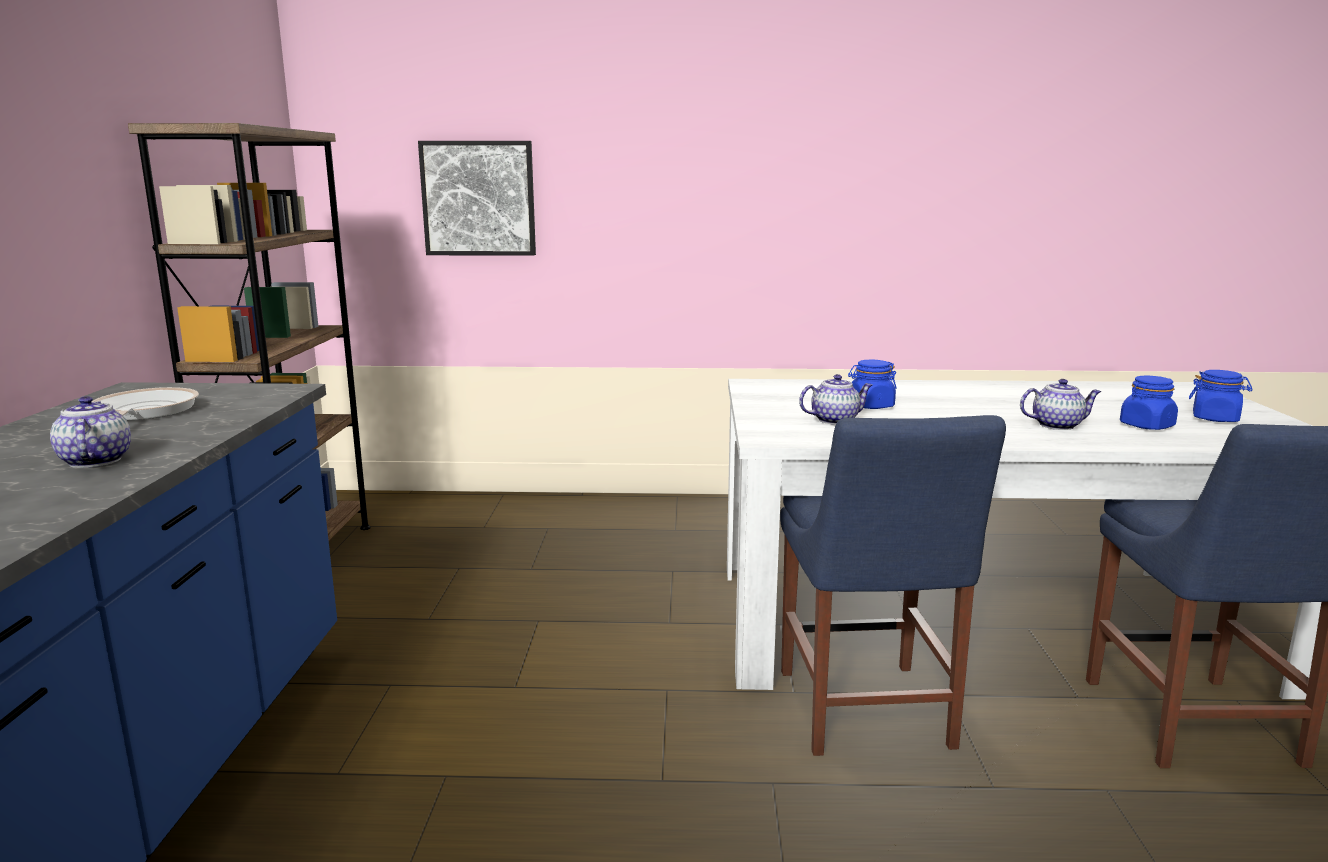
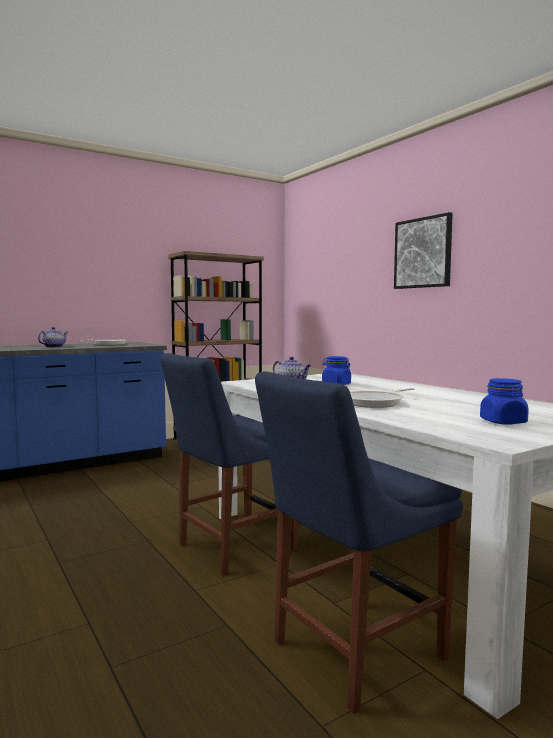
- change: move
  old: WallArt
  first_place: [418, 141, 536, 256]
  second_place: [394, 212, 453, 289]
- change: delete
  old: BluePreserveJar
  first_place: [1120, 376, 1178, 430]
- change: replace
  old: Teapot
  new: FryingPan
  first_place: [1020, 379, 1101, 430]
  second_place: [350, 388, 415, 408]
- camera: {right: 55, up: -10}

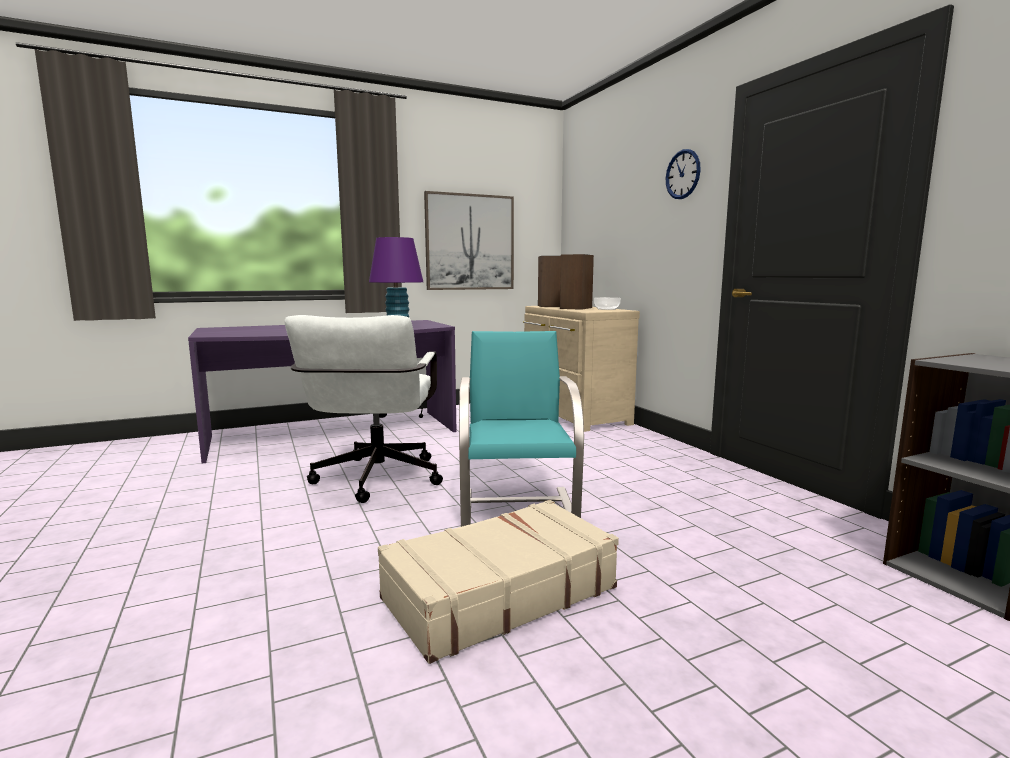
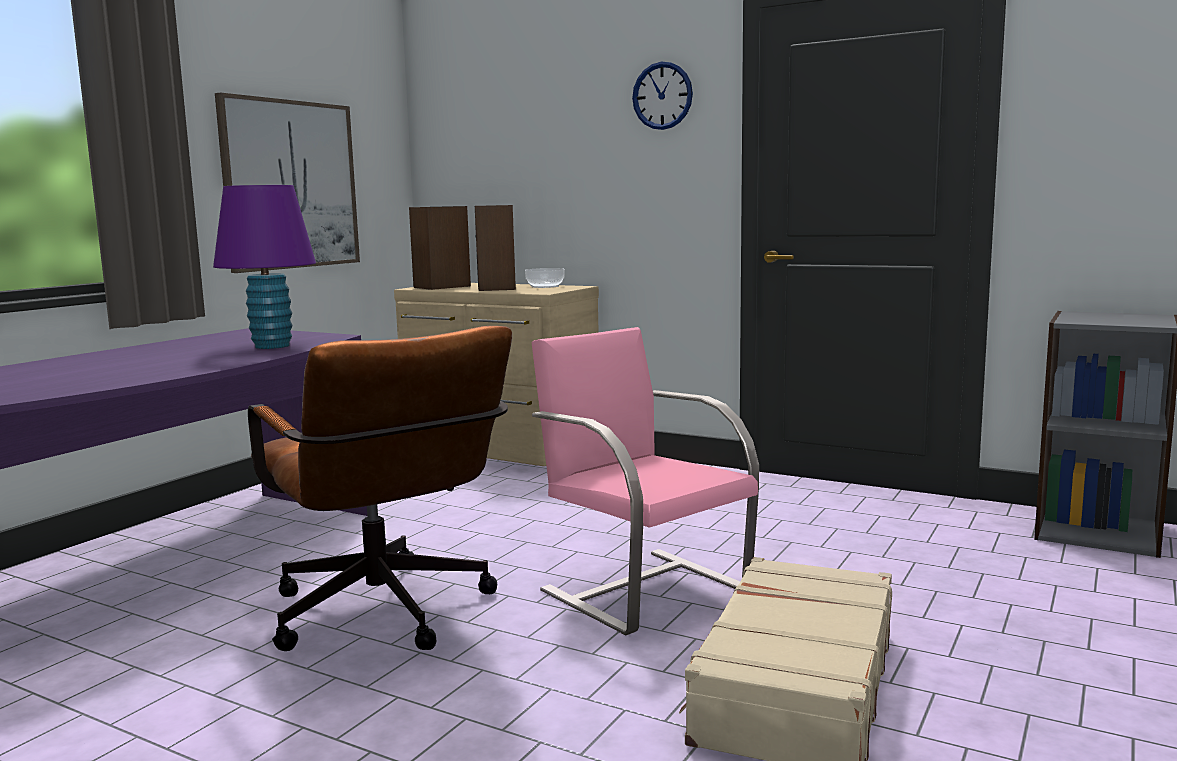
- change: recolor
  old: WhiteColouredDeskChair
  new: BrownDeskChair
  first_place: [284, 315, 443, 503]
  second_place: [248, 326, 512, 651]
- change: recolor
  old: TurquoiseColouredPlainChair
  new: PinkishPlainChair
  first_place: [459, 331, 584, 527]
  second_place: [531, 327, 759, 635]
- camera: {right: -35, up: 0}

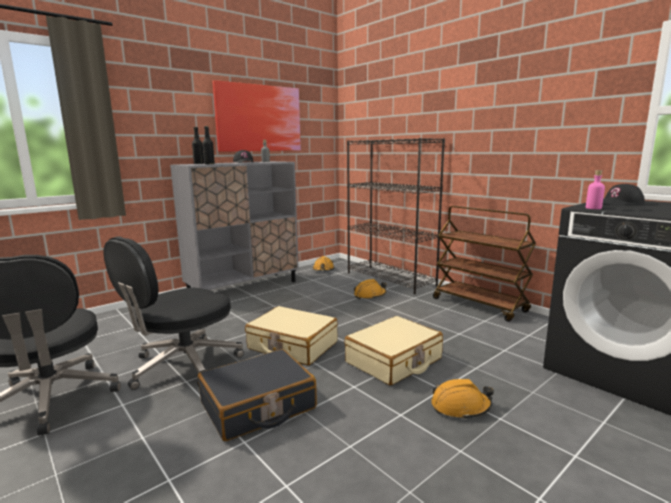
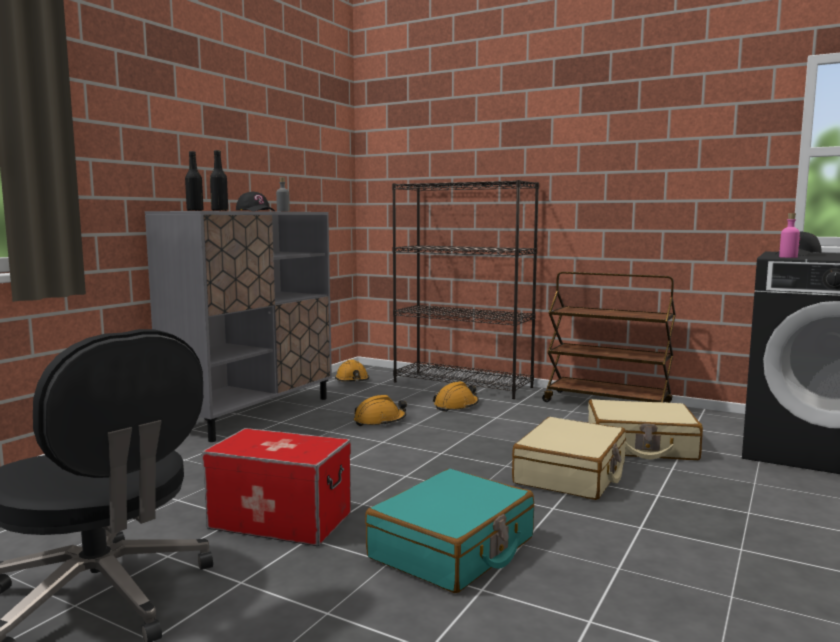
- change: delete
  old: WallArt
  first_place: [212, 80, 301, 152]
- change: replace
  old: BlackDeskChair
  new: StorageBin
  first_place: [104, 237, 244, 390]
  second_place: [202, 428, 351, 546]
- change: move
  old: BeigePieceOfLuggage
  first_place: [245, 306, 338, 366]
  second_place: [588, 399, 703, 460]
- change: recolor
  old: BlackPieceOfLuggage
  new: TurquoiseColouredPieceOfLuggage
  first_place: [198, 349, 317, 441]
  second_place: [365, 469, 534, 593]
- change: move
  old: OrangeHardHat
  first_place: [431, 379, 494, 420]
  second_place: [354, 395, 407, 426]
- camera: {right: -20, up: -5}

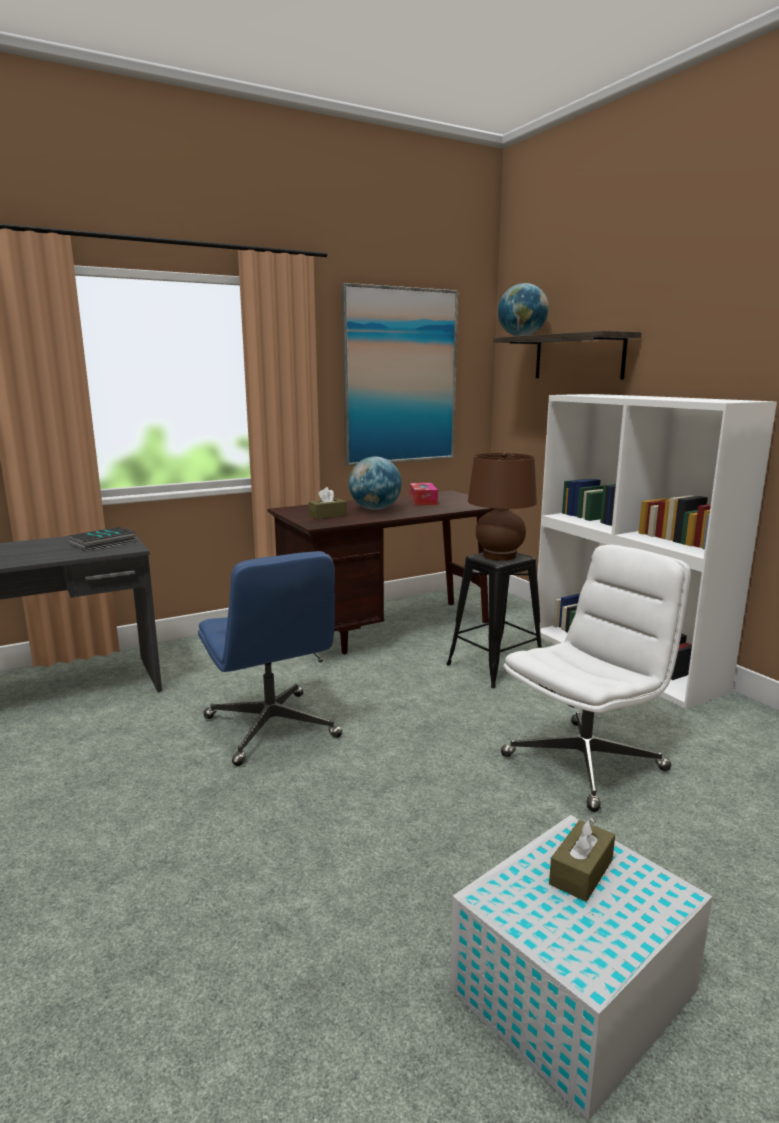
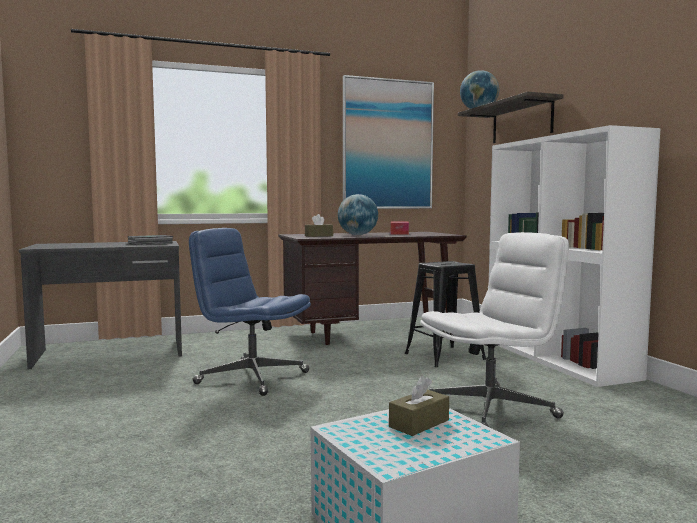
- change: delete
  old: BrownTableLamp
  first_place: [468, 452, 537, 561]
- change: rotate
  old: BlueDeskChair
  first_place: [198, 551, 342, 766]
  second_place: [189, 228, 311, 396]
  degrees: 135
- camera: {right: 10, up: -10}

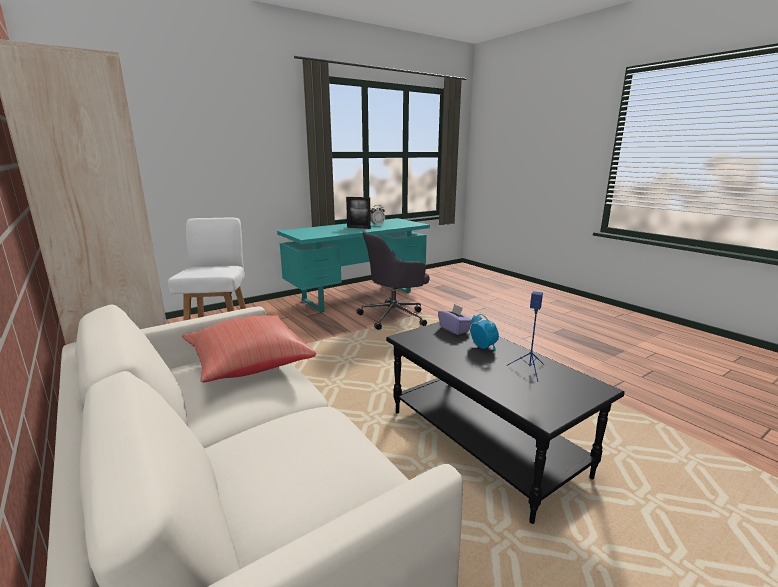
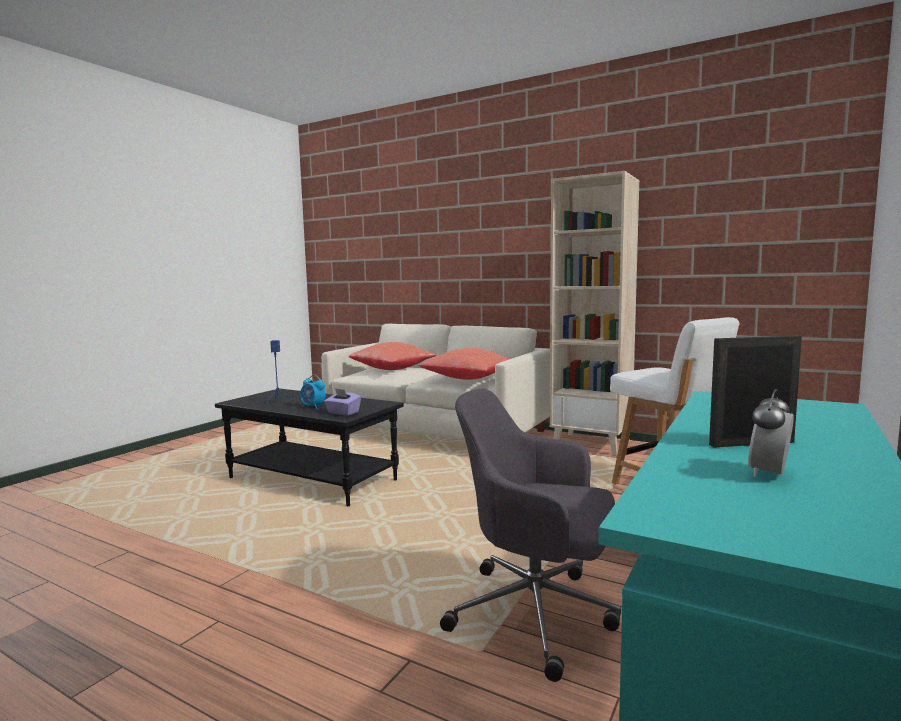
- change: rotate
  old: GrayDeskChair
  first_place: [357, 231, 430, 330]
  second_place: [440, 389, 621, 682]
  degrees: -105
- change: insert
  new: ReddishThrowPillow
  second_place: [349, 342, 437, 370]
- camera: {right: 155, up: -10}

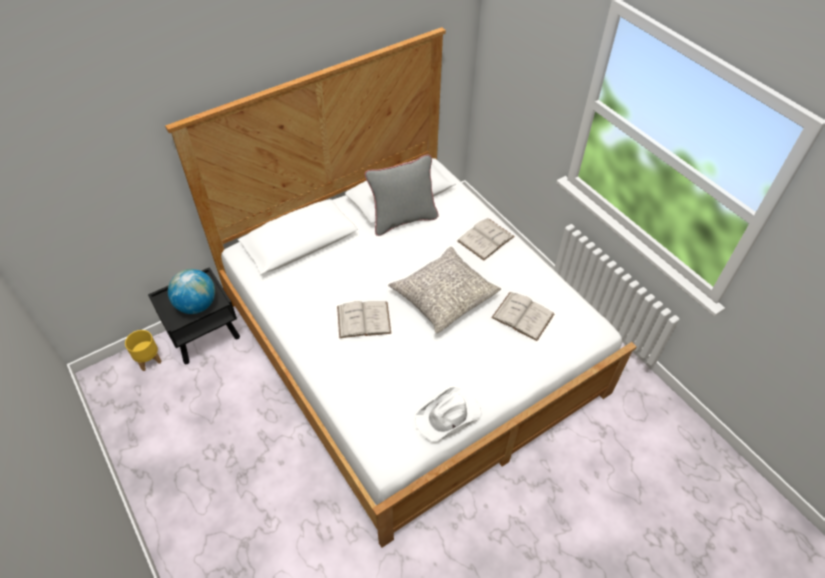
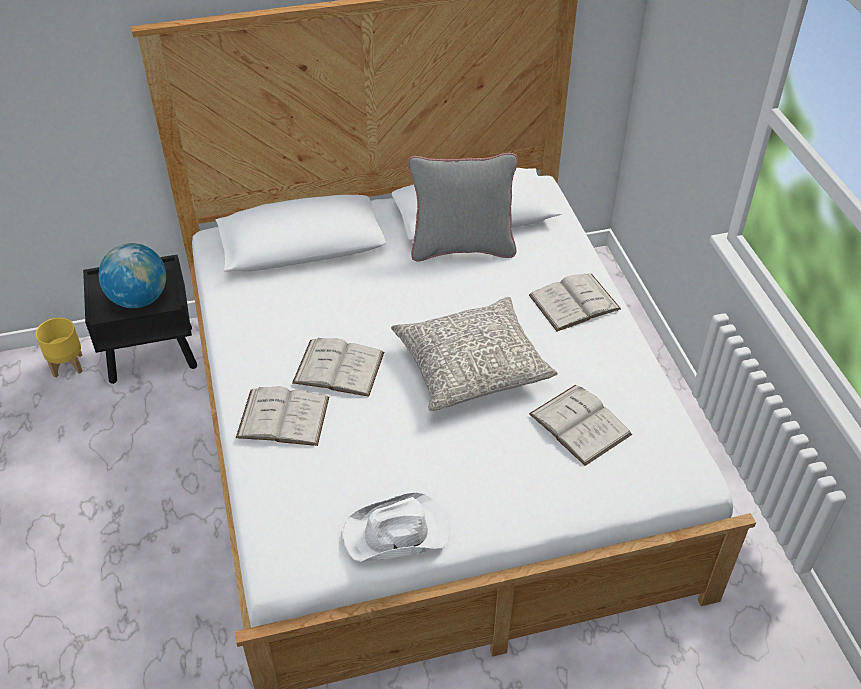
- change: insert
  new: WhiteColouredVolume
  second_place: [236, 387, 329, 446]
- camera: {right: 20, up: -5}

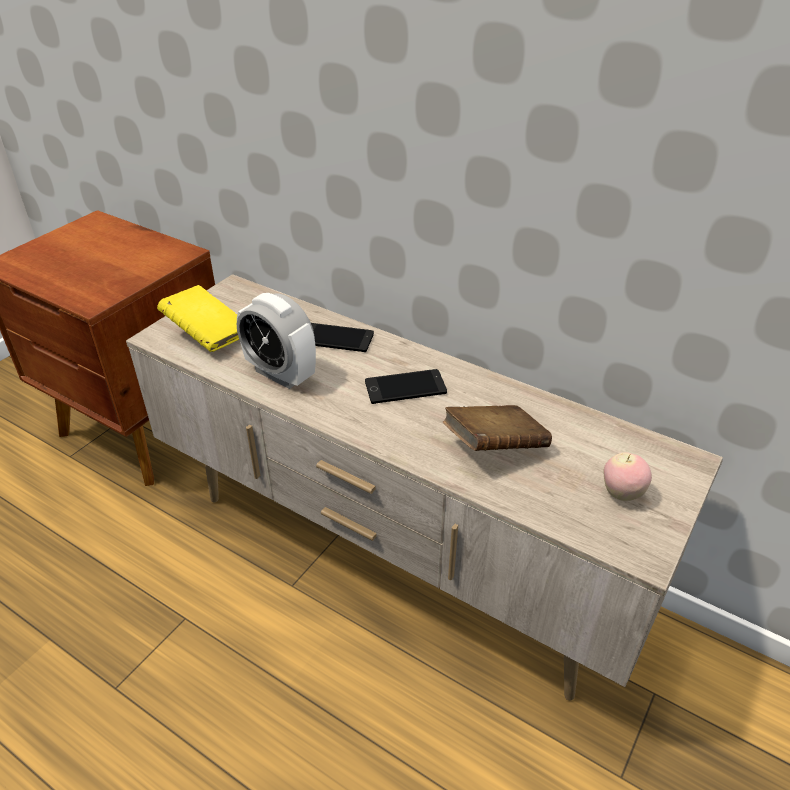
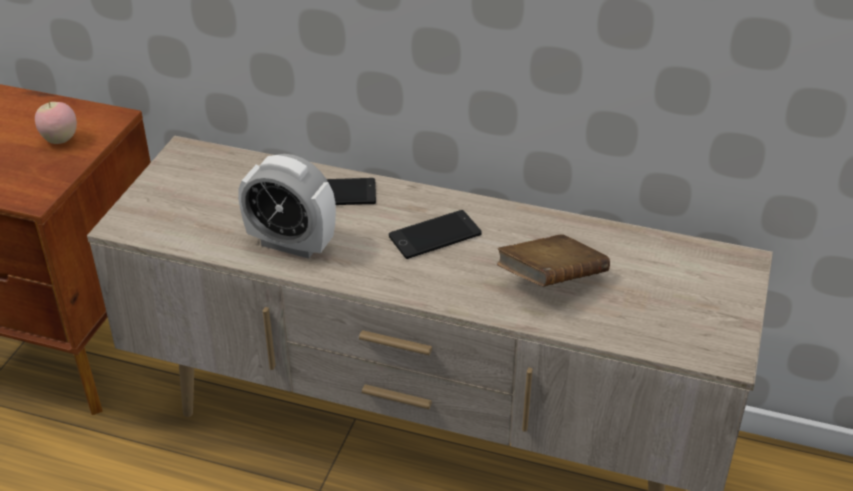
- change: delete
  old: YellowishVolume
  first_place: [157, 285, 239, 352]
- change: move
  old: WholeApple
  first_place: [603, 452, 652, 501]
  second_place: [35, 100, 77, 144]
- camera: {right: -15, up: 0}

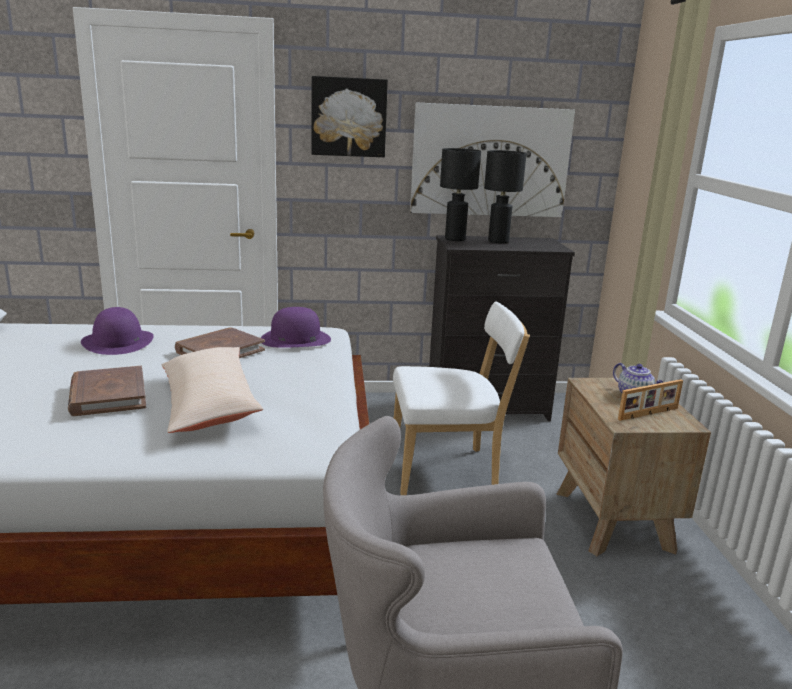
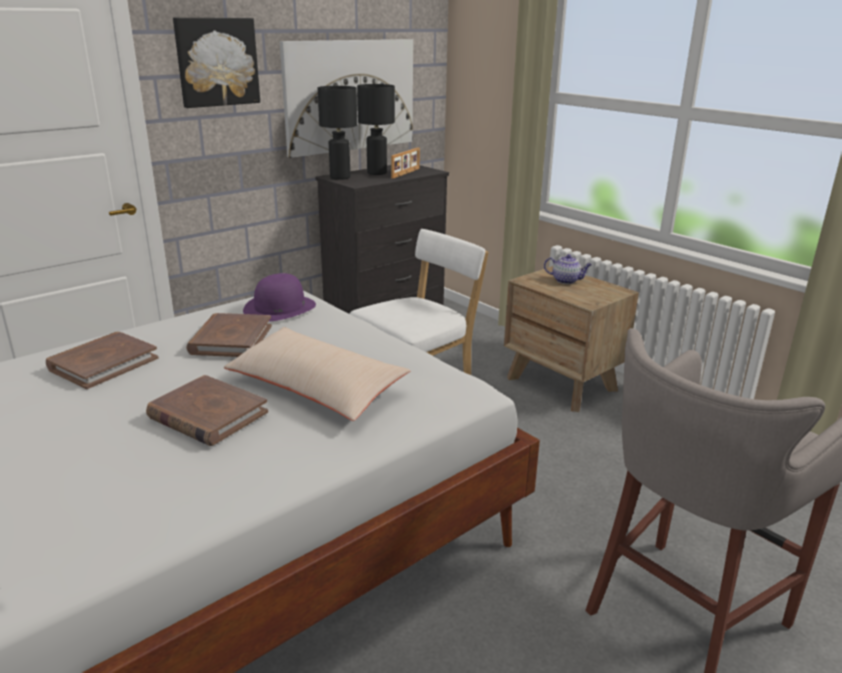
- change: replace
  old: PurpleWearableHat
  new: BrownVolume
  first_place: [81, 307, 154, 355]
  second_place: [46, 332, 159, 389]
- change: move
  old: StandingFrame
  first_place: [618, 379, 683, 421]
  second_place: [391, 147, 420, 178]
- camera: {right: -35, up: 5}

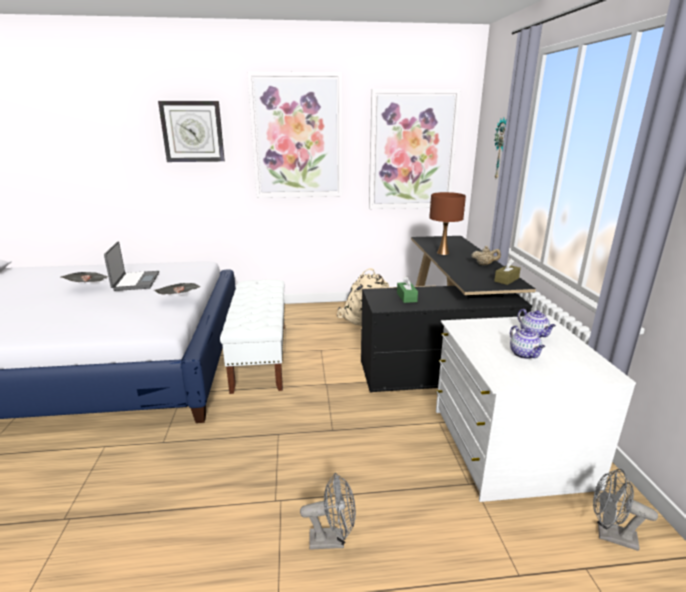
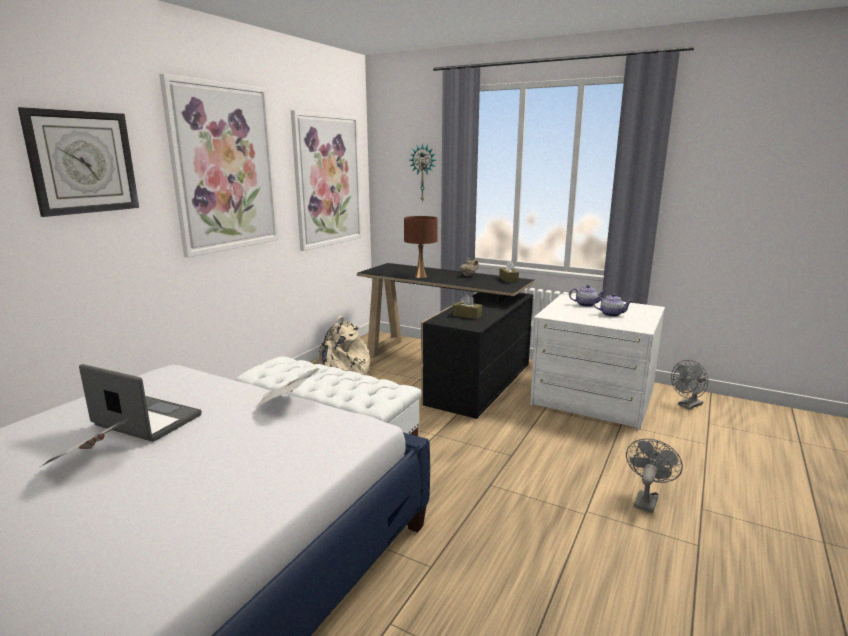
- change: recolor
  old: GreenishTissueBox
  new: BrownTissueBox
  first_place: [397, 276, 418, 303]
  second_place: [453, 294, 482, 319]
- camera: {right: -55, up: -5}

